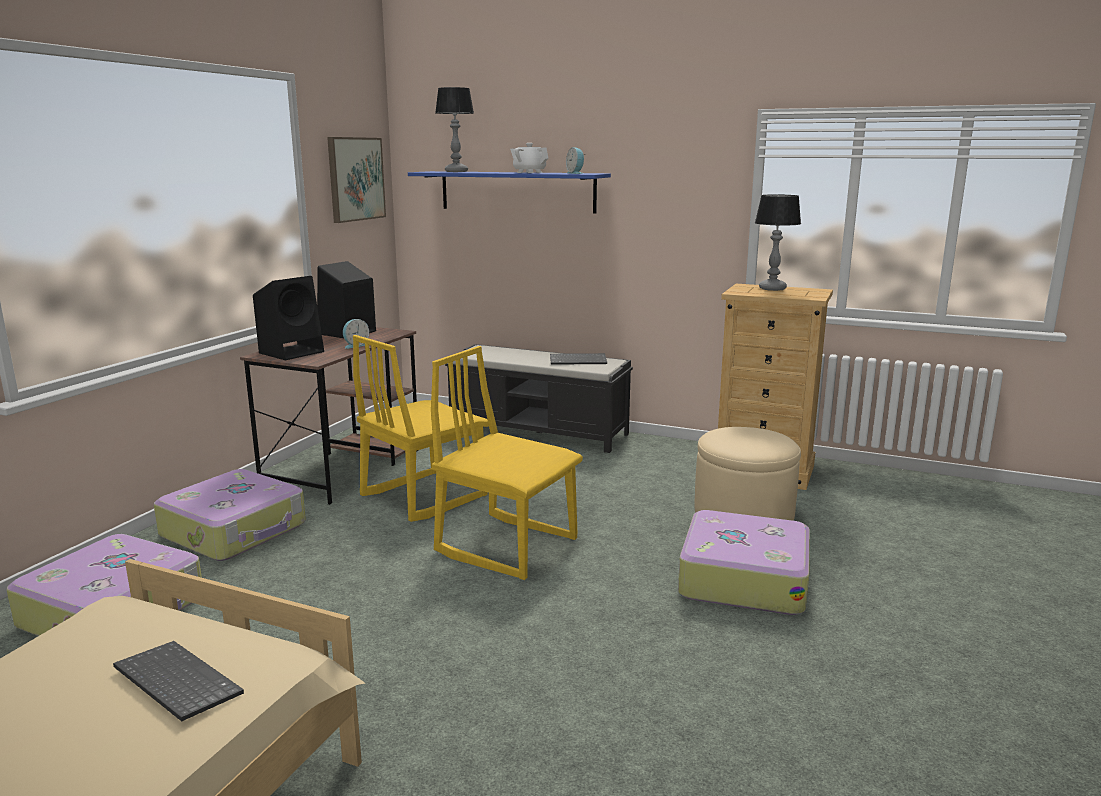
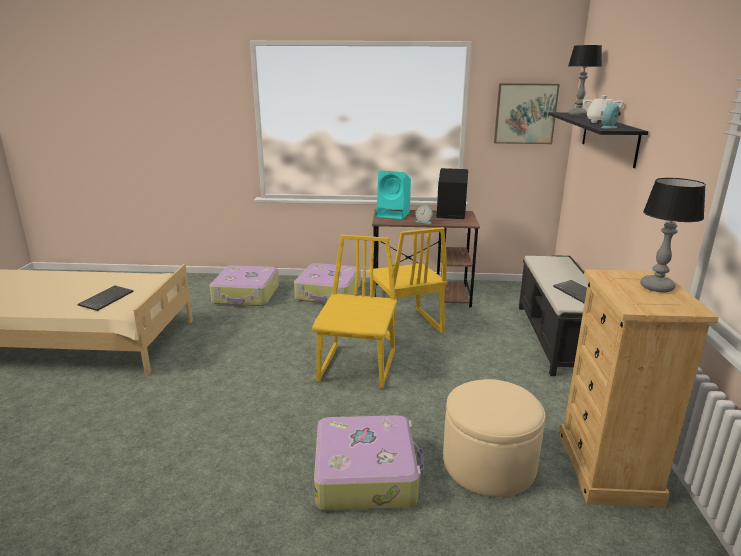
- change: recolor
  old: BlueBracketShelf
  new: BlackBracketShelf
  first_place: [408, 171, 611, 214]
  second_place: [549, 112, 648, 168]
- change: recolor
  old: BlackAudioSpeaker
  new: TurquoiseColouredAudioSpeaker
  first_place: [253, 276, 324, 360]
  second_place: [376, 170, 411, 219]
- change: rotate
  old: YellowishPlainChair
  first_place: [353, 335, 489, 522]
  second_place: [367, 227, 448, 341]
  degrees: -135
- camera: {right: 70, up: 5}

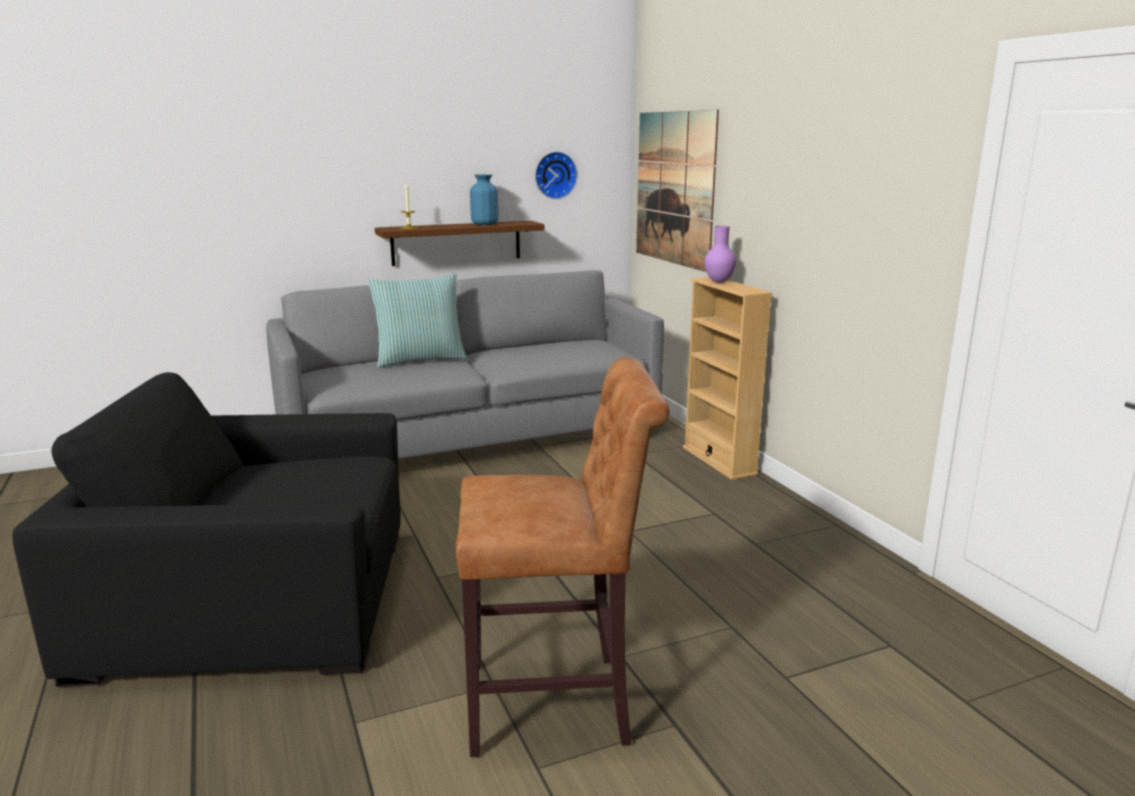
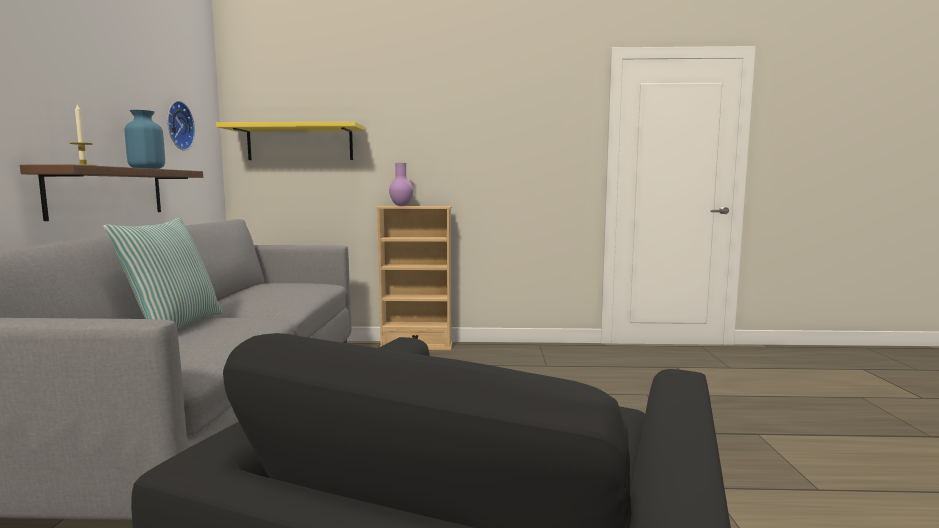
- change: replace
  old: WallArt
  new: YellowishBracketShelf
  first_place: [636, 110, 719, 272]
  second_place: [216, 122, 365, 160]
- change: delete
  old: BrownSittingStool
  first_place: [456, 357, 670, 757]
- camera: {right: -65, up: -10}

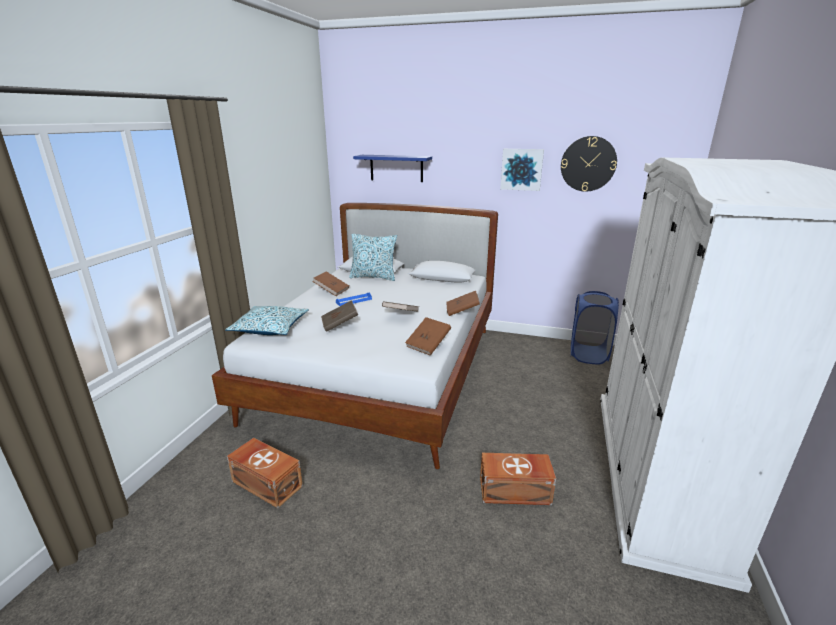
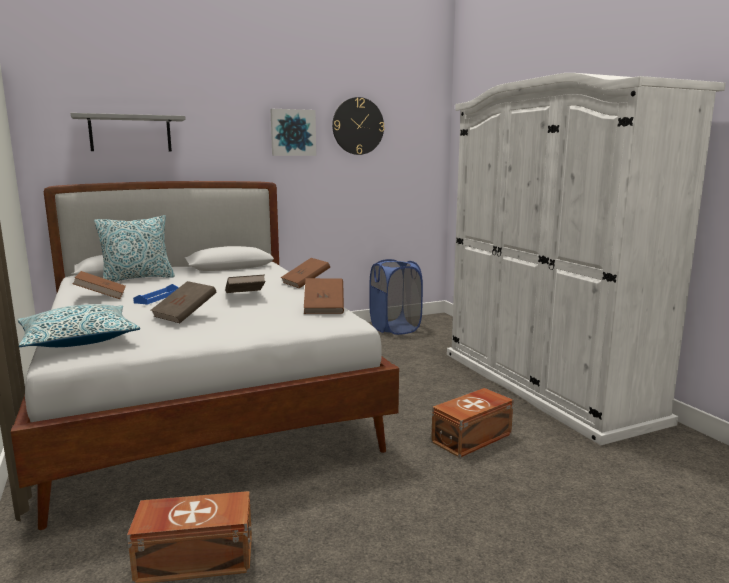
- change: recolor
  old: BlueBracketShelf
  new: GrayBracketShelf
  first_place: [353, 155, 432, 182]
  second_place: [71, 113, 186, 152]
- camera: {right: -40, up: -10}

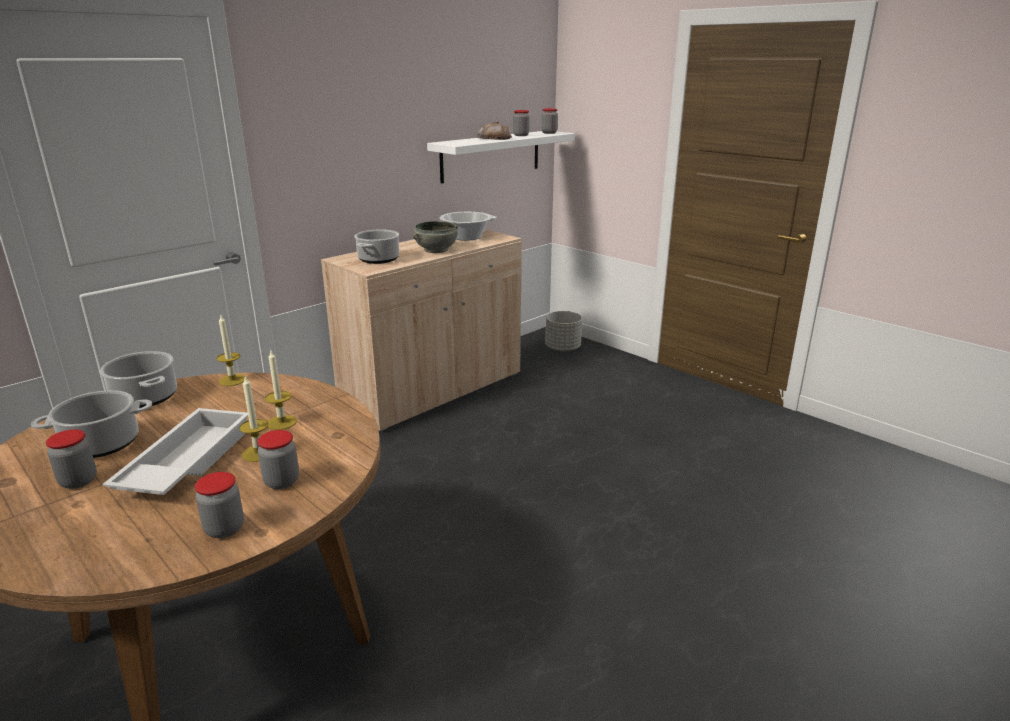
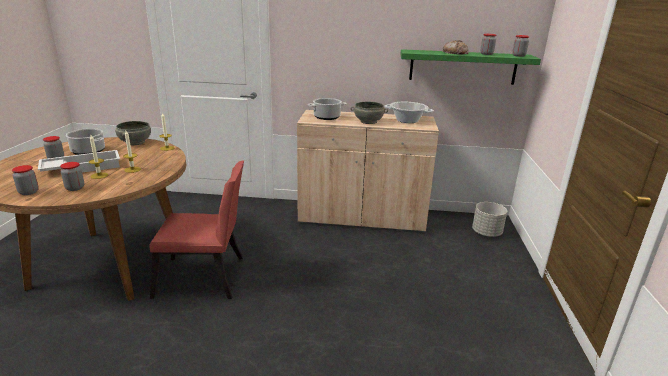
- change: recolor
  old: WhiteColouredBracketShelf
  new: GreenishBracketShelf
  first_place: [427, 131, 575, 183]
  second_place: [400, 49, 541, 85]
- change: replace
  old: Stockpot
  new: GrayServingBowl
  first_place: [100, 351, 177, 408]
  second_place: [115, 121, 151, 145]
- change: insert
  new: ReddishPlainChair
  second_place: [149, 160, 244, 299]
- camera: {right: 50, up: 0}

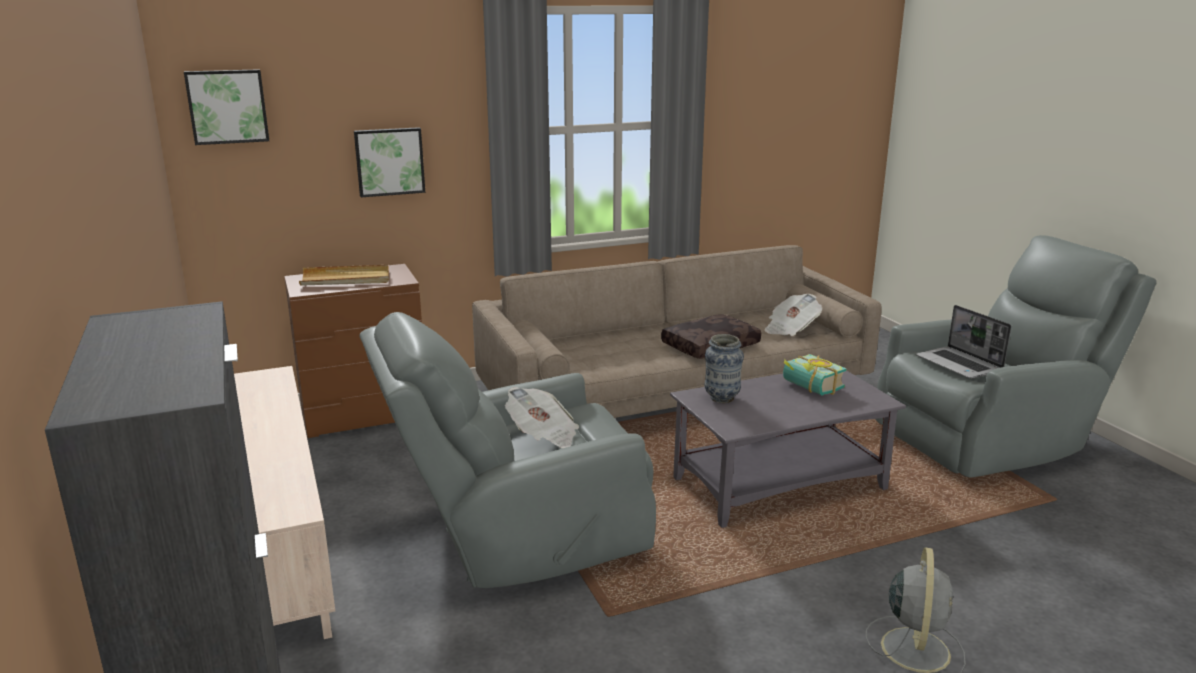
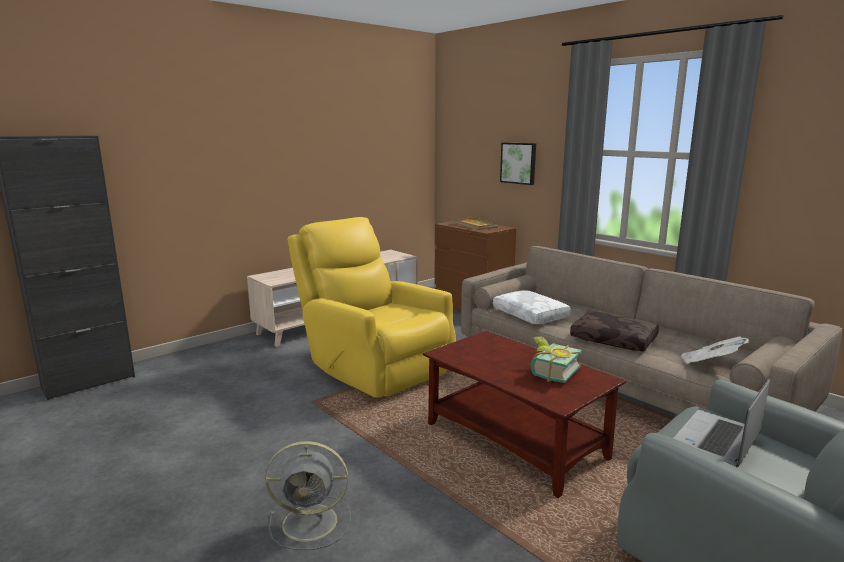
- change: delete
  old: WallArt
  first_place: [184, 69, 269, 145]
- change: recolor
  old: GrayEasyChair
  new: YellowishEasyChair
  first_place: [359, 312, 656, 588]
  second_place: [287, 217, 456, 398]
- change: delete
  old: Vase
  first_place: [705, 334, 744, 403]
- change: recolor
  old: GrayLoungeTable
  new: BrownLoungeTable
  first_place: [670, 370, 906, 528]
  second_place: [423, 331, 626, 498]
- change: delete
  old: PrintedPaper
  first_place: [505, 387, 579, 448]
- change: insert
  new: WhiteColouredThrowPillow
  second_place: [493, 290, 571, 324]
- camera: {right: 70, up: -5}

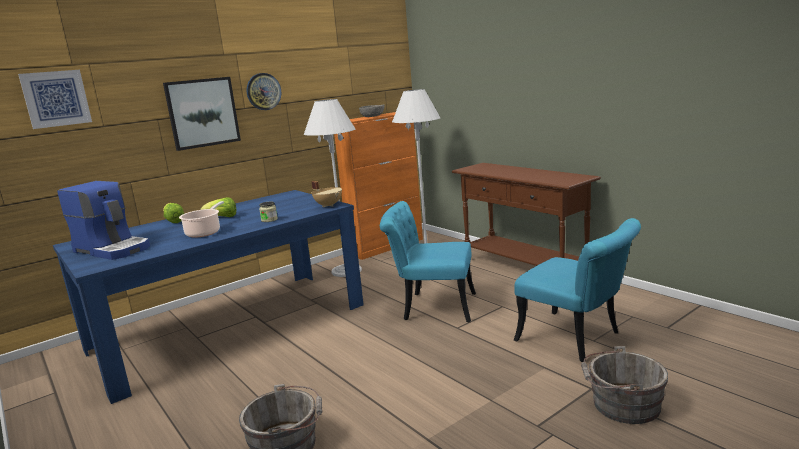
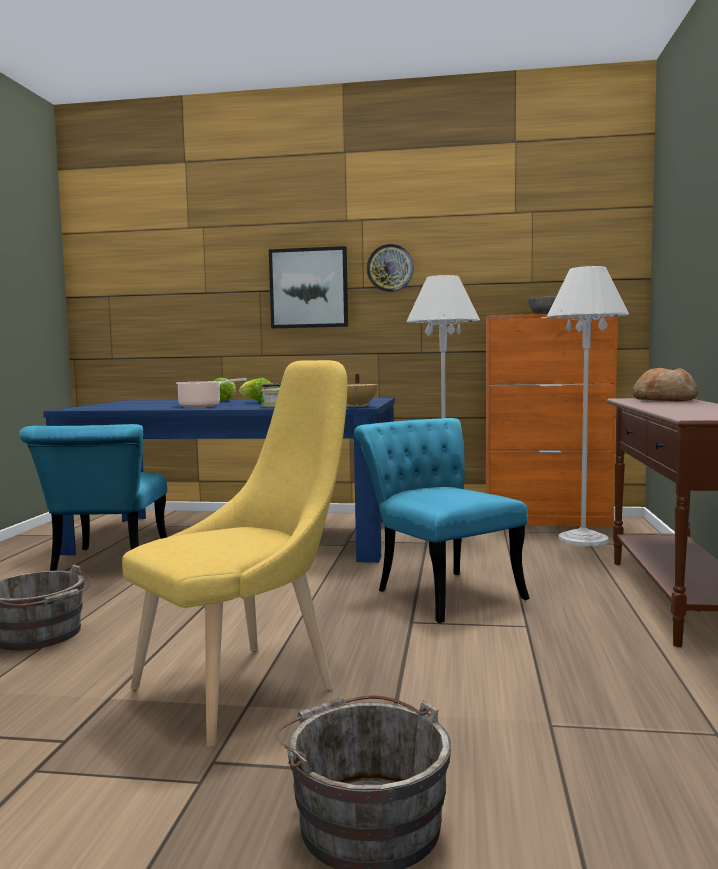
- change: delete
  old: WallArt
  first_place: [18, 70, 92, 129]
- change: delete
  old: CoffeeMaker
  first_place: [57, 181, 150, 260]
- change: move
  old: TurquoiseColouredPlainChair
  first_place: [514, 218, 641, 362]
  second_place: [19, 424, 167, 571]
- change: insert
  new: YellowishPlainChair
  second_place: [122, 360, 347, 747]
- change: insert
  new: Bread
  second_place: [633, 368, 699, 401]
- camera: {right: 45, up: -10}

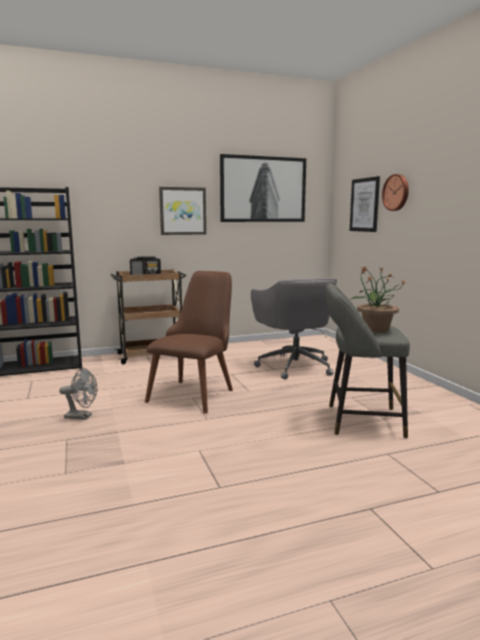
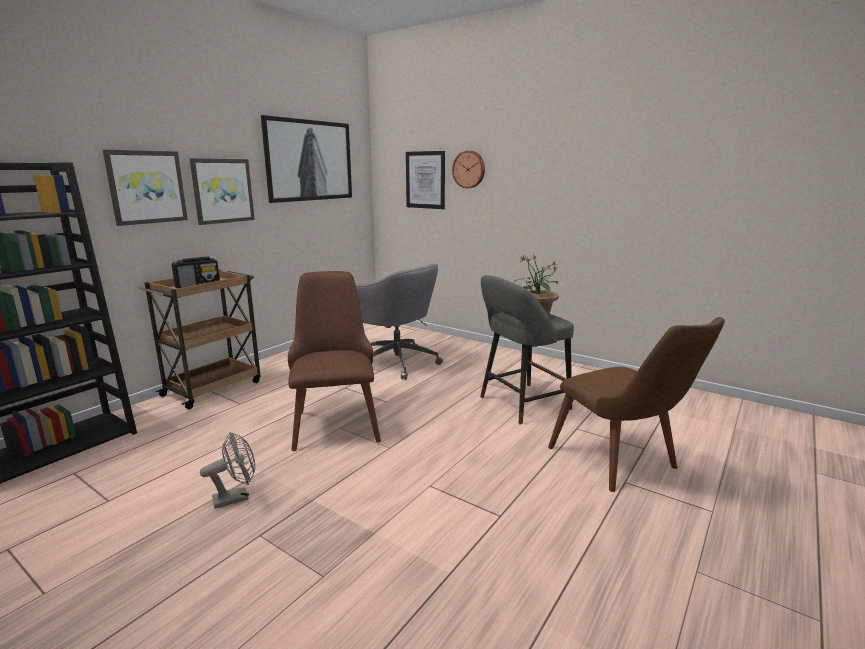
- change: insert
  new: WallArt
  second_place: [103, 150, 188, 226]
- change: insert
  new: BrownPlainChair
  second_place: [548, 317, 725, 492]
- camera: {right: -35, up: 5}

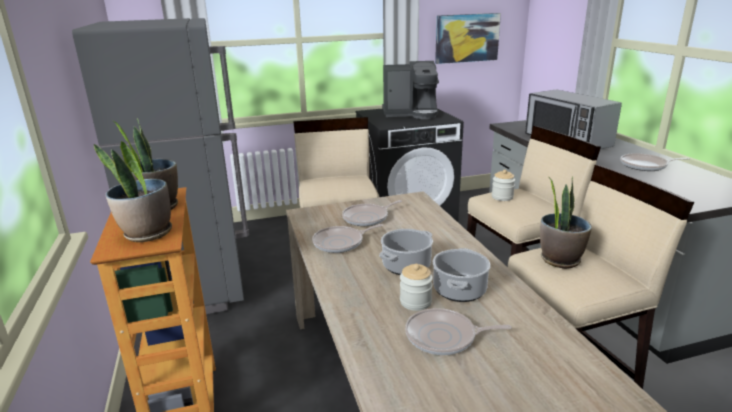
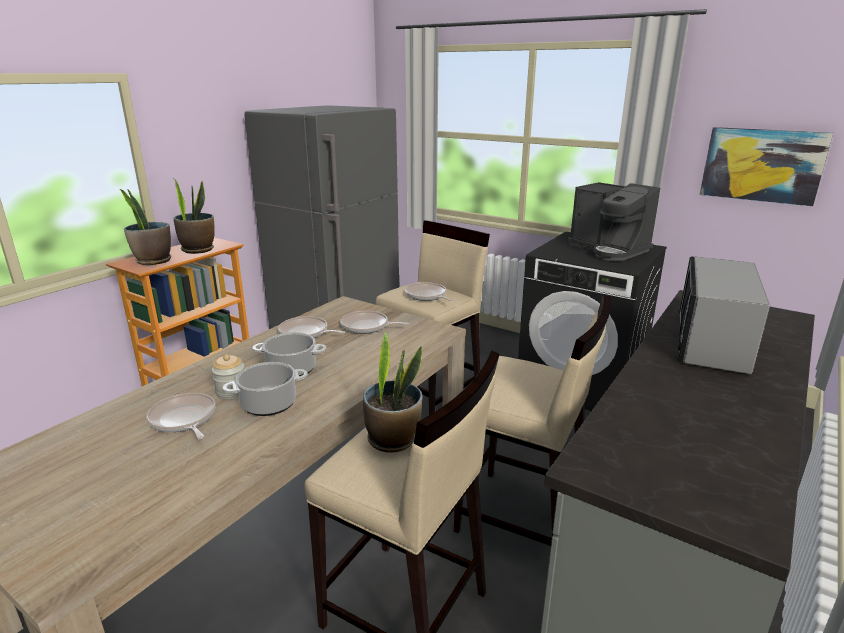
- change: move
  old: FryingPan
  first_place: [621, 153, 689, 171]
  second_place: [405, 282, 453, 301]
- change: delete
  old: PreserveJar
  first_place: [492, 170, 515, 201]
- camera: {right: 50, up: 0}

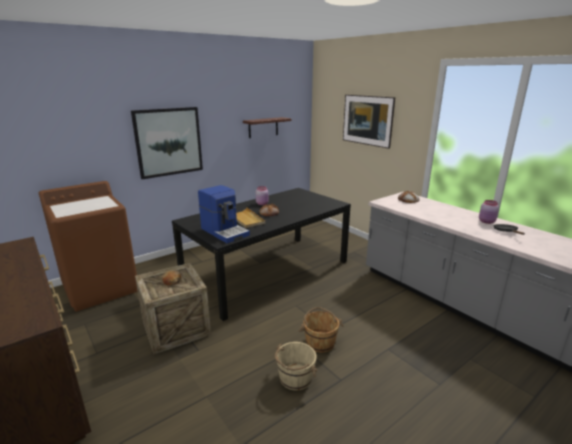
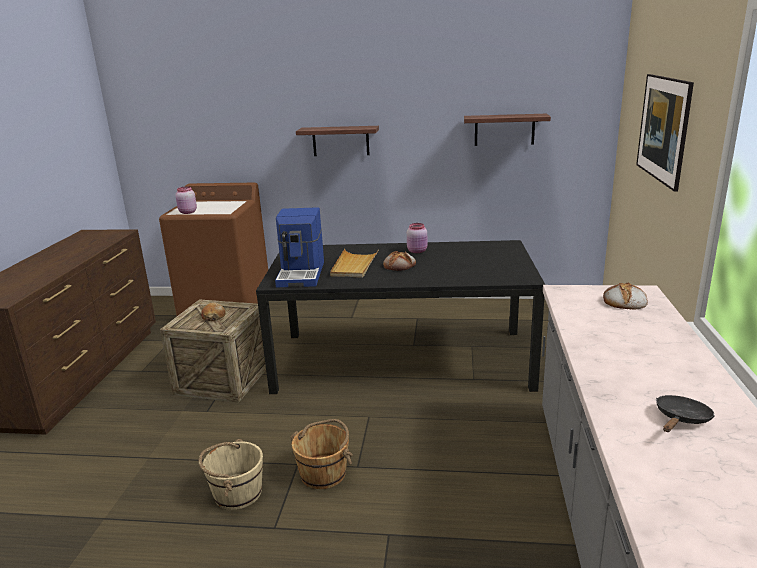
- change: replace
  old: WallArt
  new: BracketShelf
  first_place: [131, 107, 203, 179]
  second_place: [296, 126, 379, 156]
- change: move
  old: PinkishPreserveJar
  first_place: [479, 200, 499, 224]
  second_place: [176, 187, 197, 214]
- camera: {right: 45, up: 0}

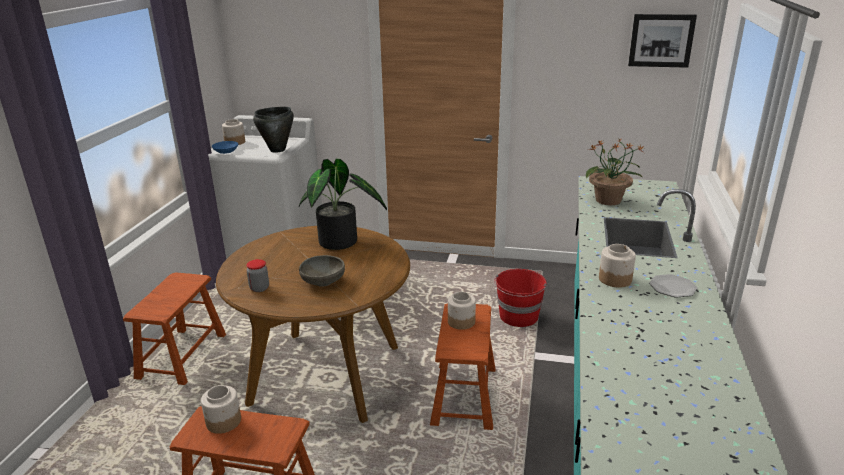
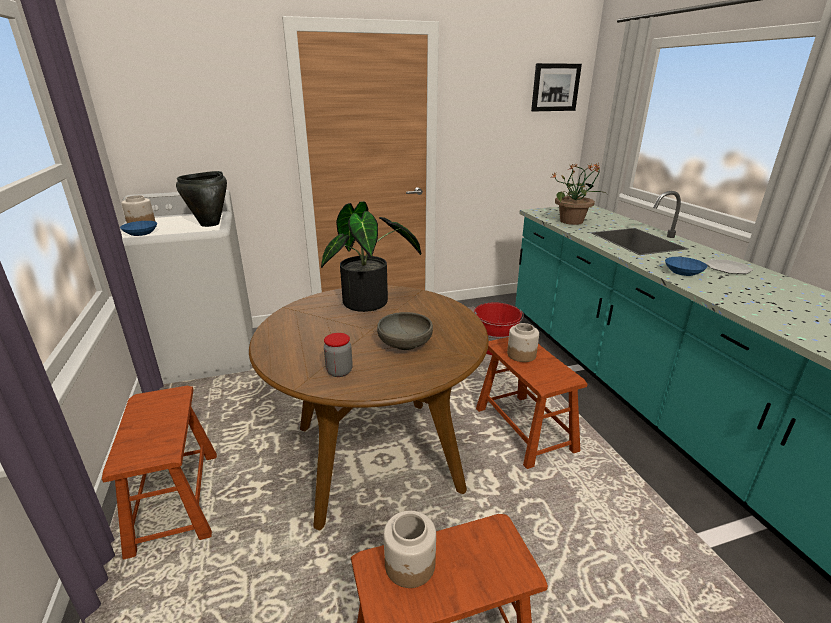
- change: replace
  old: PreserveJar
  new: BlueServingBowl
  first_place: [599, 244, 636, 288]
  second_place: [665, 257, 707, 276]
- camera: {right: -30, up: 0}

